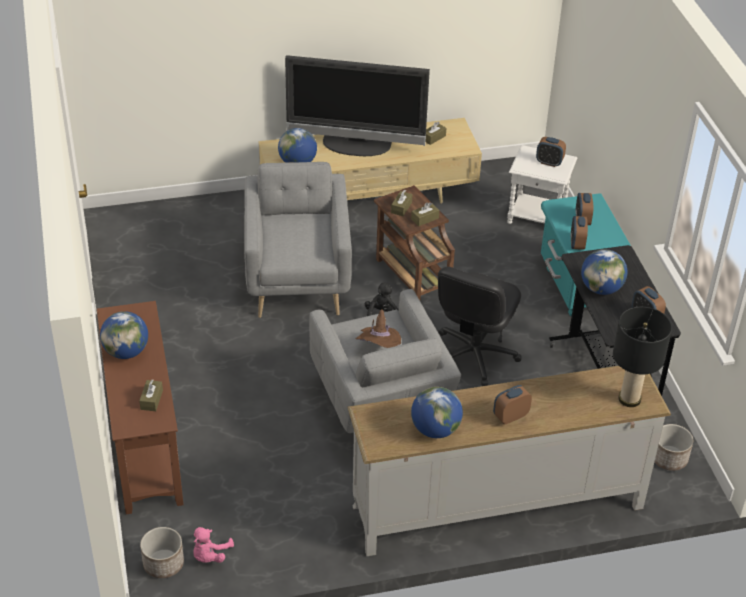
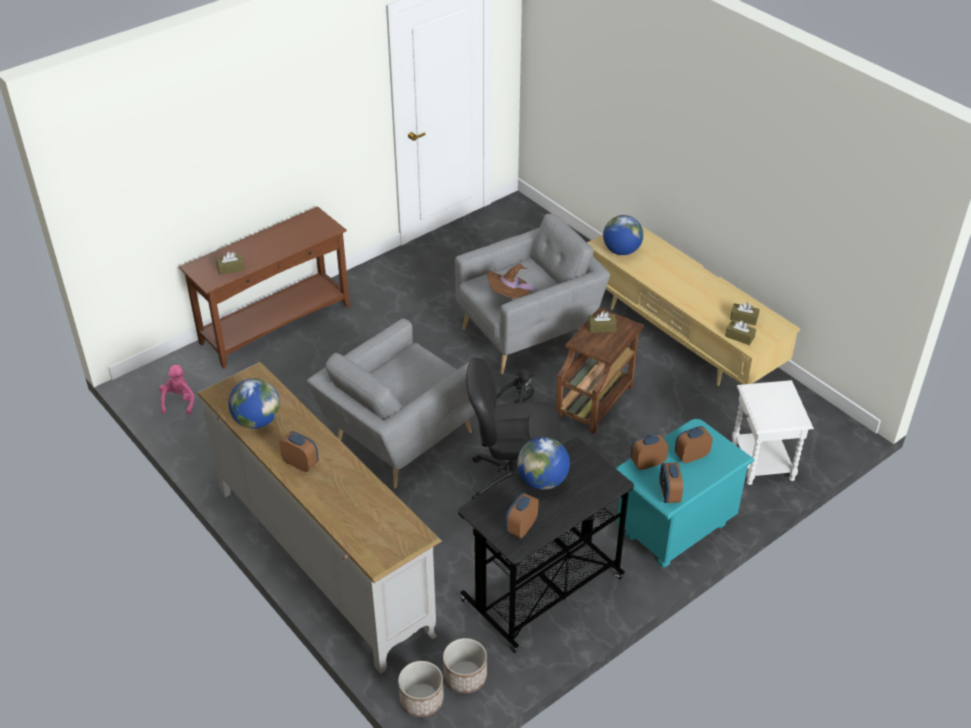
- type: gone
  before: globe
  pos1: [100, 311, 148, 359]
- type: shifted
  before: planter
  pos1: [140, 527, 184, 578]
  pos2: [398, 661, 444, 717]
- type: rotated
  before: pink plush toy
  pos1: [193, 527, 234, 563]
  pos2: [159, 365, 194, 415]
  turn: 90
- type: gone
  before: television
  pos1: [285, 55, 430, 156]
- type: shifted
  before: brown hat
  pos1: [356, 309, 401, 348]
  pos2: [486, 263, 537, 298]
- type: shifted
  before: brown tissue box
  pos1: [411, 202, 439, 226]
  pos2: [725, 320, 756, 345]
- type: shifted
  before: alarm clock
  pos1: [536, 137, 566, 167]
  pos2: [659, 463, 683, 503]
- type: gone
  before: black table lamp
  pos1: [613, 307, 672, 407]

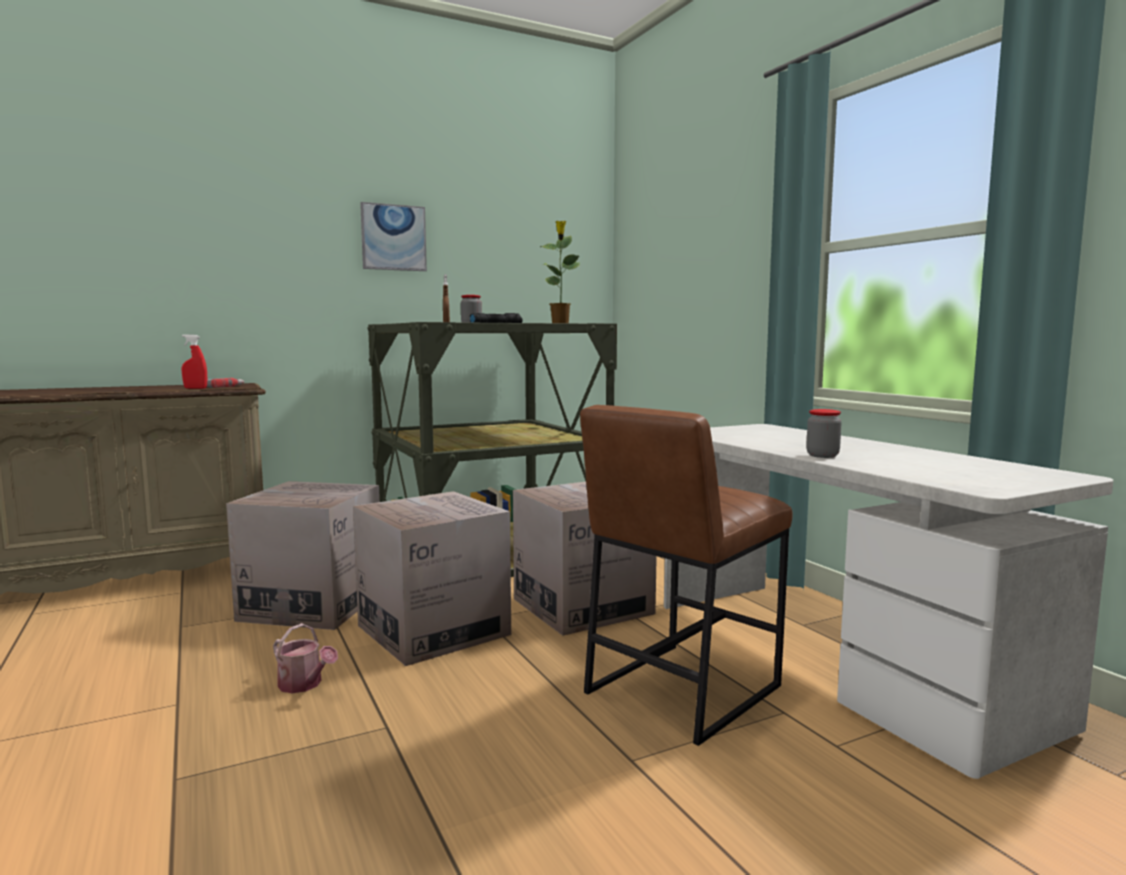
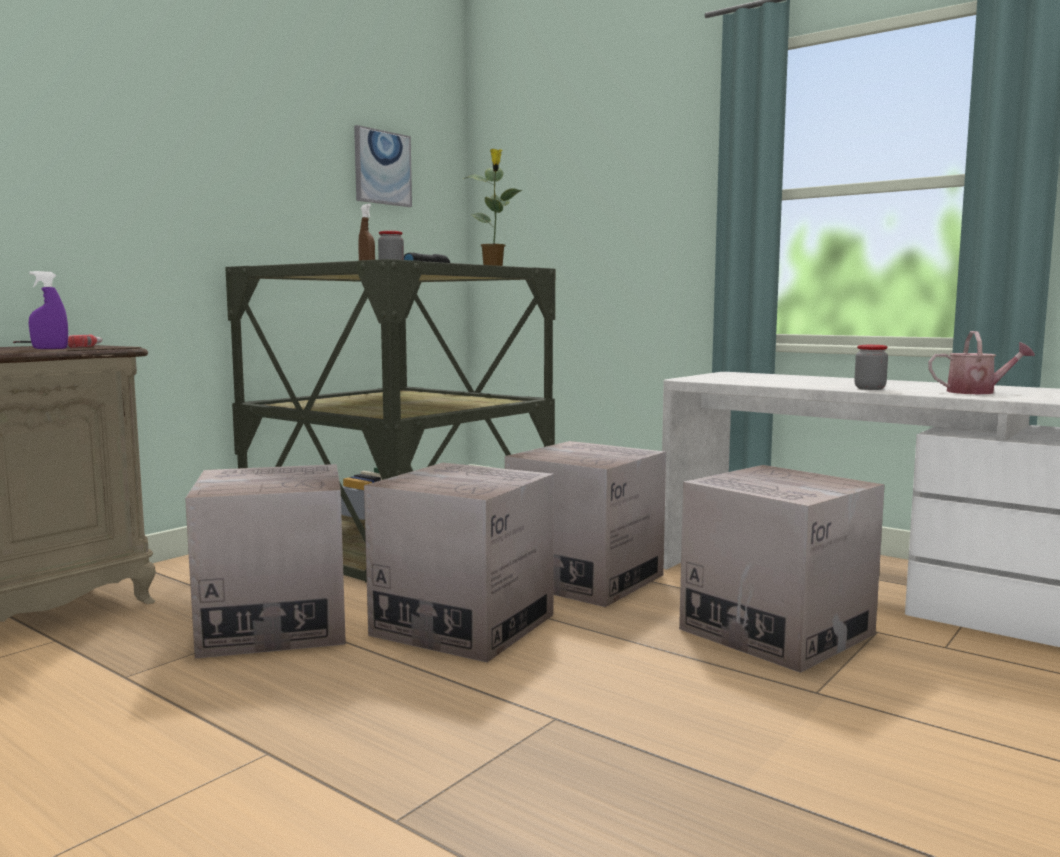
- type: repainted
  before: red spray bottle
  after: purple spray bottle
  pos1: [182, 334, 207, 389]
  pos2: [29, 271, 68, 349]
- type: shifted
  before: watering can
  pos1: [273, 623, 338, 693]
  pos2: [928, 331, 1035, 394]
- type: shifted
  before: picture
  pos1: [360, 202, 427, 271]
  pos2: [354, 125, 412, 207]
- type: swapped
  before: brown chair
  after: cardboard box
  pos1: [580, 405, 792, 746]
  pos2: [679, 465, 885, 673]

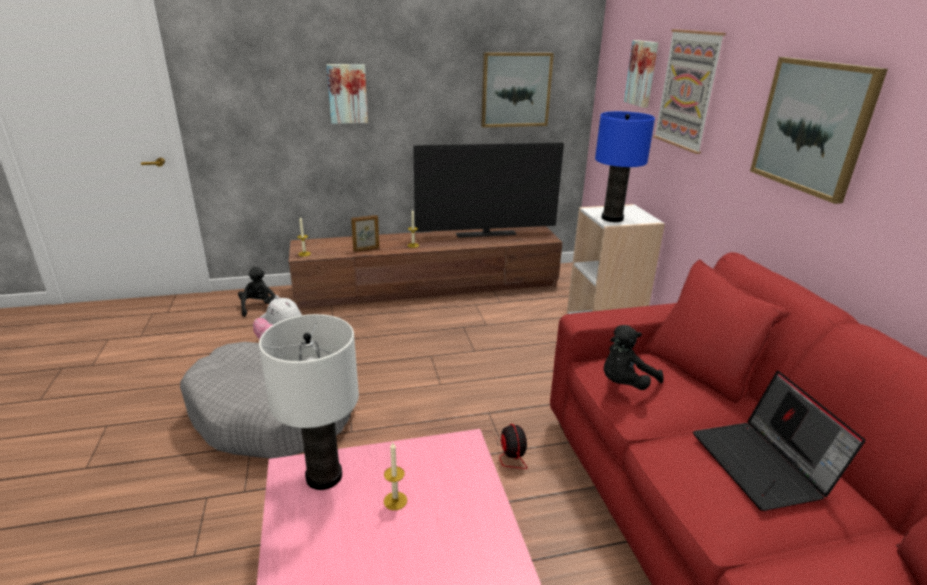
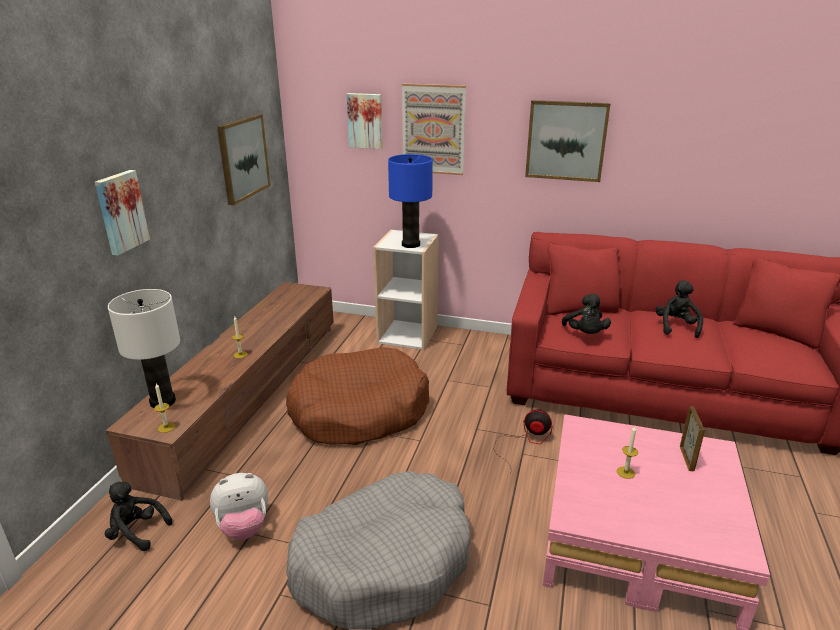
- type: shifted
  before: white table lamp
  pos1: [259, 314, 359, 490]
  pos2: [108, 289, 180, 408]
- type: shifted
  before: picture frame
  pos1: [351, 215, 379, 252]
  pos2: [680, 407, 705, 472]
- type: gone
  before: television
  pos1: [413, 142, 564, 238]
- type: swapped
  before: laptop
  after: black plush toy
  pos1: [693, 371, 866, 511]
  pos2: [656, 280, 703, 338]
- type: new
  after: brown dog bed
  pos2: [286, 347, 429, 445]

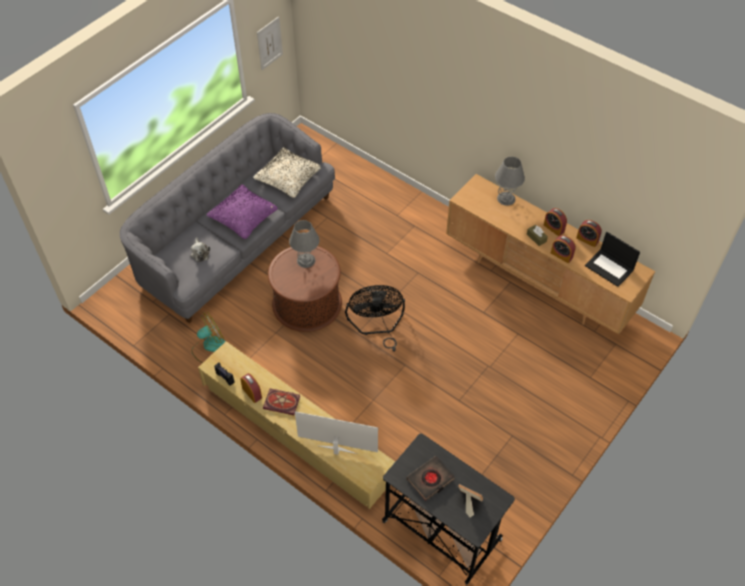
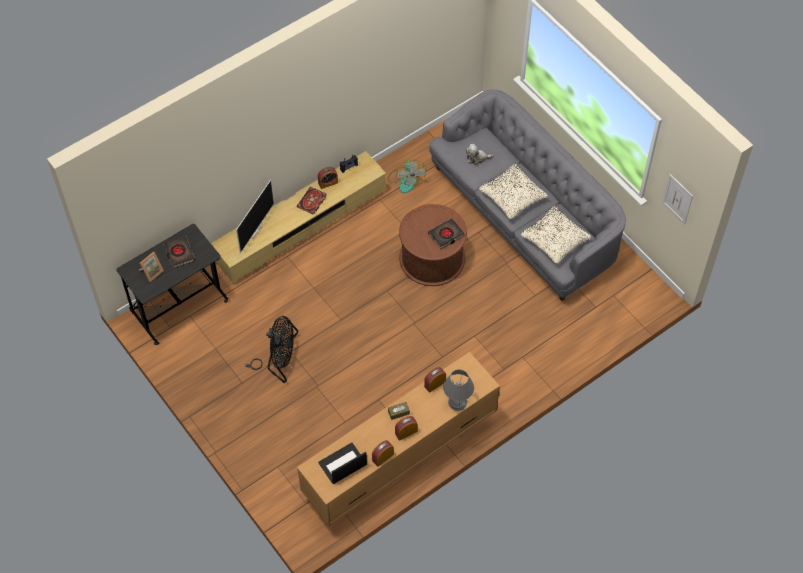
- type: repainted
  before: purple pillow
  after: beige pillow
  pos1: [207, 184, 277, 239]
  pos2: [479, 164, 548, 219]
- type: swapped
  before: grey table lamp
  after: black book
  pos1: [289, 220, 320, 268]
  pos2: [428, 218, 465, 249]
- type: shifted
  before: black fan
  pos1: [345, 285, 405, 351]
  pos2: [246, 316, 298, 383]
- type: shifted
  before: alarm clock
  pos1: [551, 235, 576, 263]
  pos2: [424, 367, 446, 393]

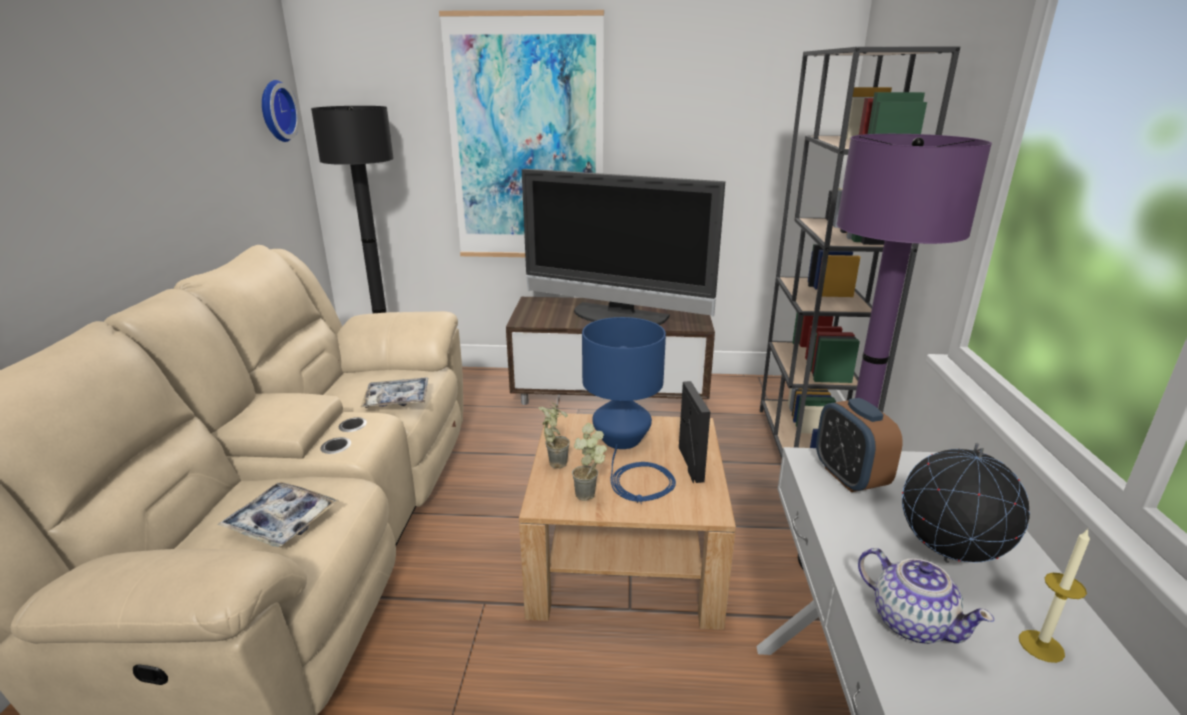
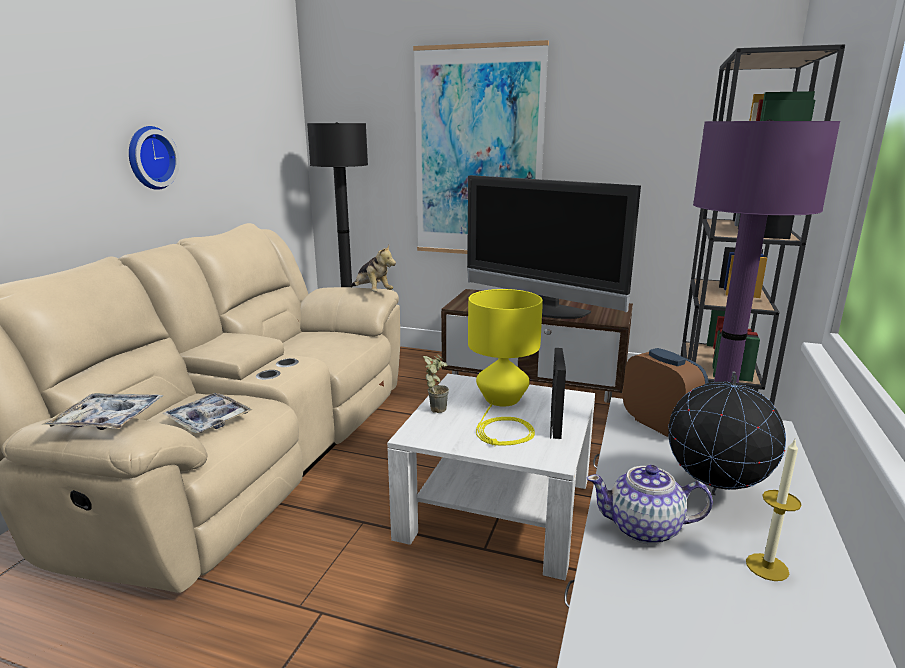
- type: shifted
  before: wall clock
  pos1: [262, 80, 300, 142]
  pos2: [129, 126, 180, 190]
- type: shifted
  before: tray
  pos1: [361, 378, 428, 408]
  pos2: [41, 393, 164, 430]
- type: repainted
  before: brown coffee table
  after: white coffee table
  pos1: [519, 413, 736, 630]
  pos2: [387, 374, 595, 580]
- type: gone
  before: potted plant
  pos1: [572, 423, 607, 501]
- type: repainted
  before: blue table lamp
  after: yellow table lamp
  pos1: [582, 317, 676, 504]
  pos2: [468, 289, 543, 446]
- type: rotated
  before: alarm clock
  pos1: [816, 398, 903, 492]
  pos2: [623, 348, 709, 437]
  turn: 150
- type: rotated
  before: teapot
  pos1: [858, 548, 995, 644]
  pos2: [587, 465, 713, 544]
  turn: 120
- type: new
  after: plush toy
  pos2: [351, 245, 396, 292]

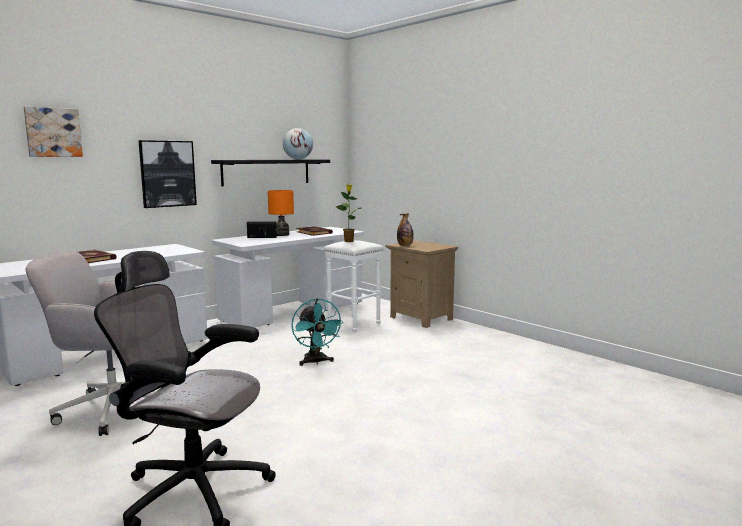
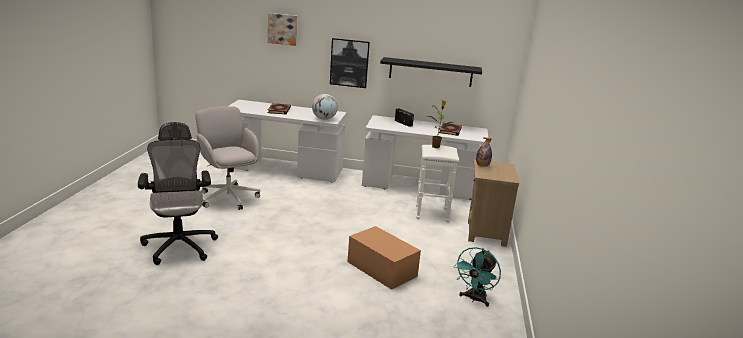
- type: gone
  before: orange table lamp
  pos1: [268, 190, 294, 236]
- type: shifted
  before: globe
  pos1: [283, 128, 313, 159]
  pos2: [312, 94, 338, 120]
- type: shifted
  before: turquoise fan
  pos1: [291, 298, 344, 366]
  pos2: [454, 247, 501, 307]
- type: new
  after: cardboard box
  pos2: [347, 226, 421, 290]

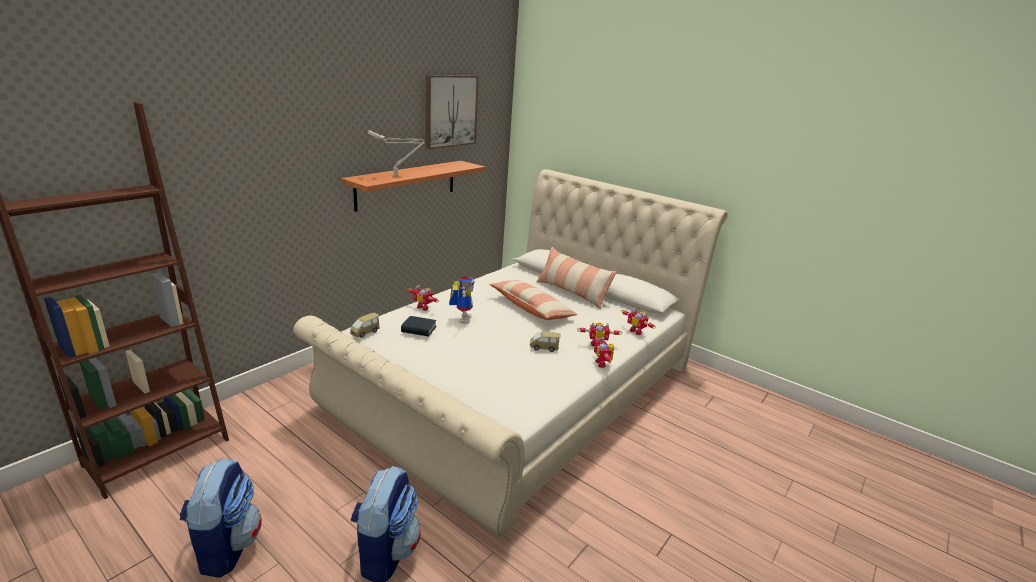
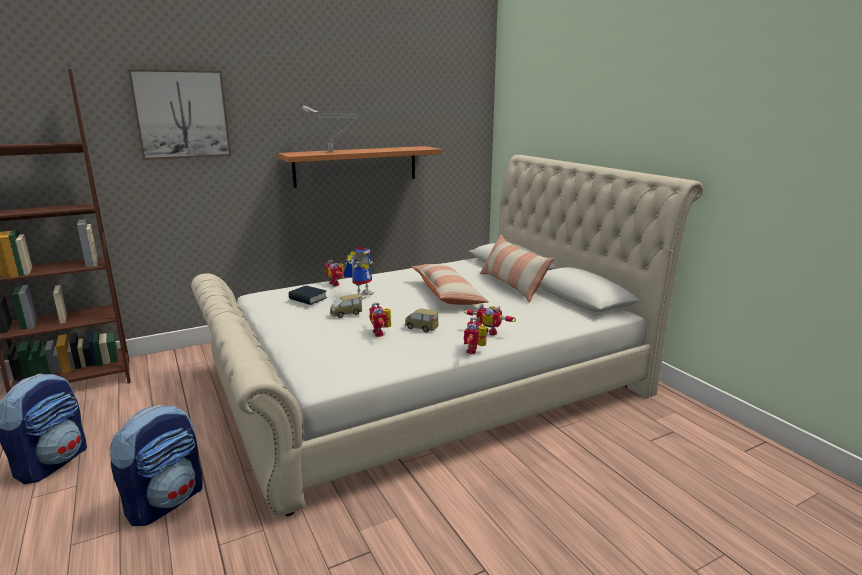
- type: shifted
  before: toy car
  pos1: [350, 313, 379, 338]
  pos2: [330, 294, 362, 318]
- type: shifted
  before: picture
  pos1: [426, 75, 479, 149]
  pos2: [128, 69, 231, 160]
- type: shifted
  before: toy robot
  pos1: [621, 308, 655, 335]
  pos2: [369, 302, 391, 337]

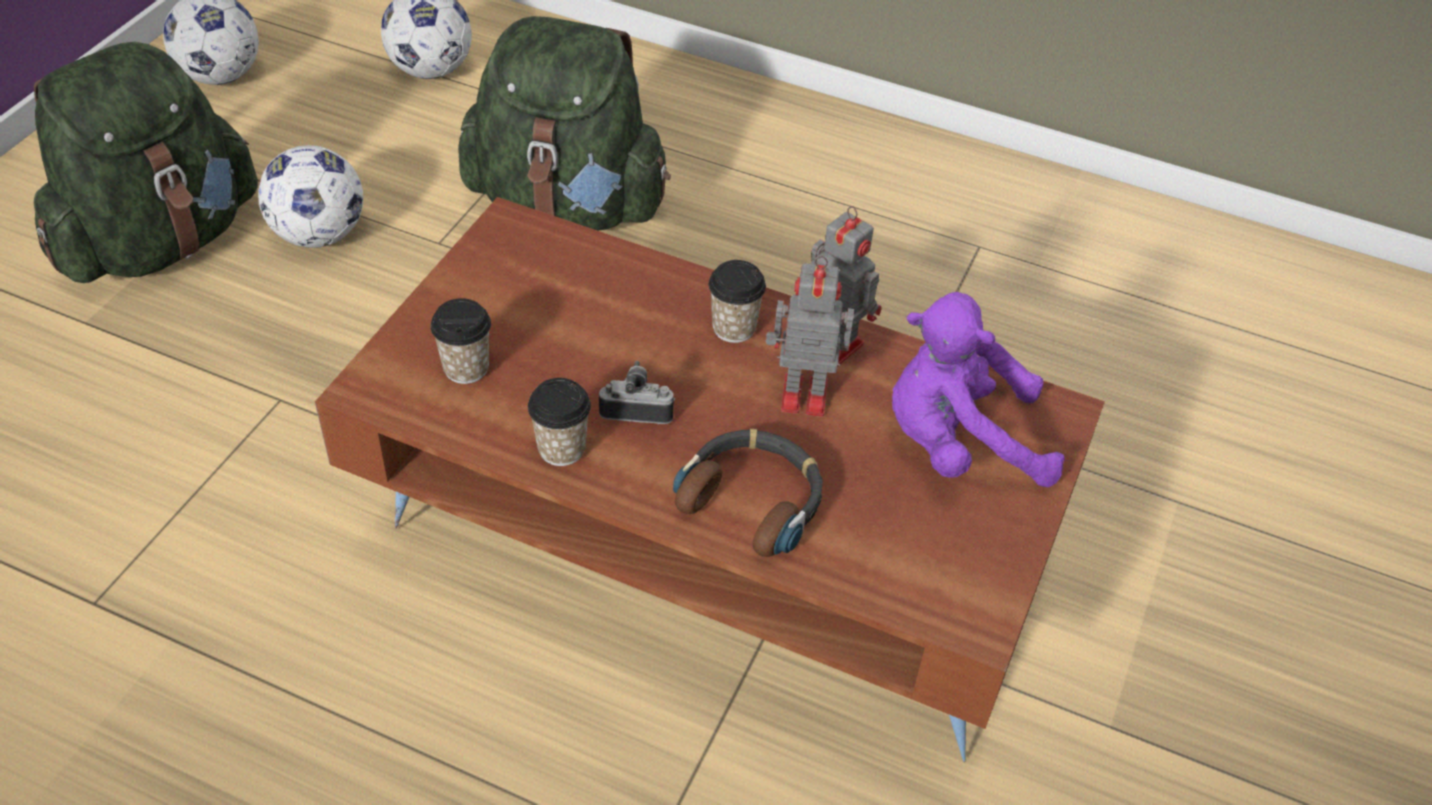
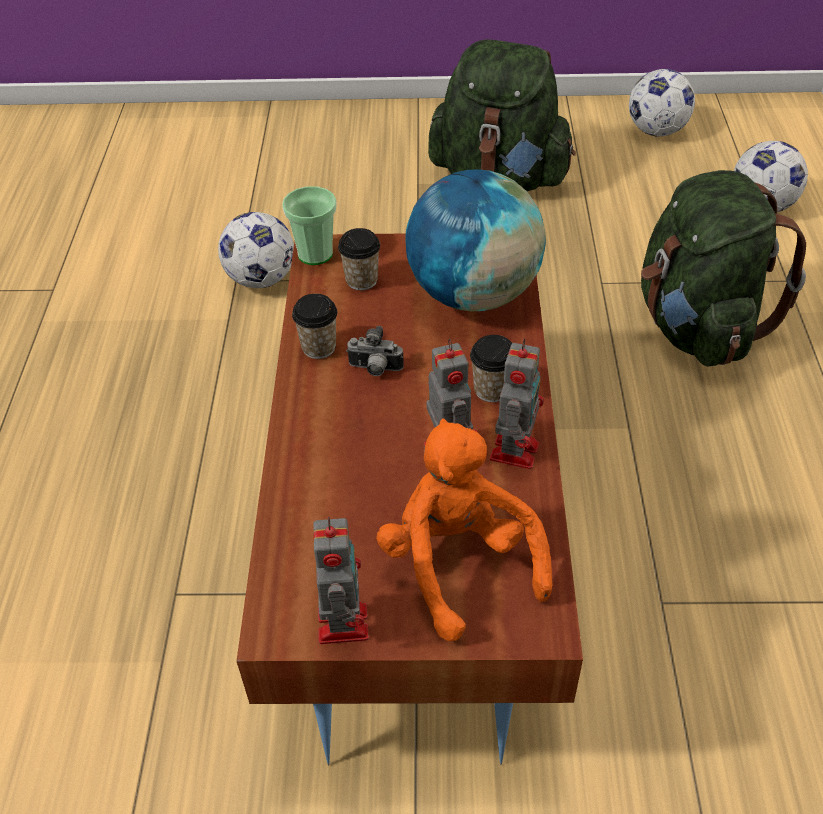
- type: shifted
  before: football
  pos1: [258, 145, 363, 248]
  pos2: [218, 212, 294, 288]
- type: rotated
  before: photo camera
  pos1: [599, 361, 675, 424]
  pos2: [346, 326, 404, 376]
  turn: 120
- type: gone
  before: headphones
  pos1: [673, 428, 823, 557]
- type: repainted
  before: purple plush toy
  after: orange plush toy
  pos1: [892, 292, 1065, 488]
  pos2: [376, 418, 552, 641]
- type: new
  after: cup
  pos2: [282, 186, 337, 265]
- type: new
  after: toy robot
  pos2: [313, 517, 369, 644]
- type: new
  after: globe
  pos2: [405, 169, 546, 312]

